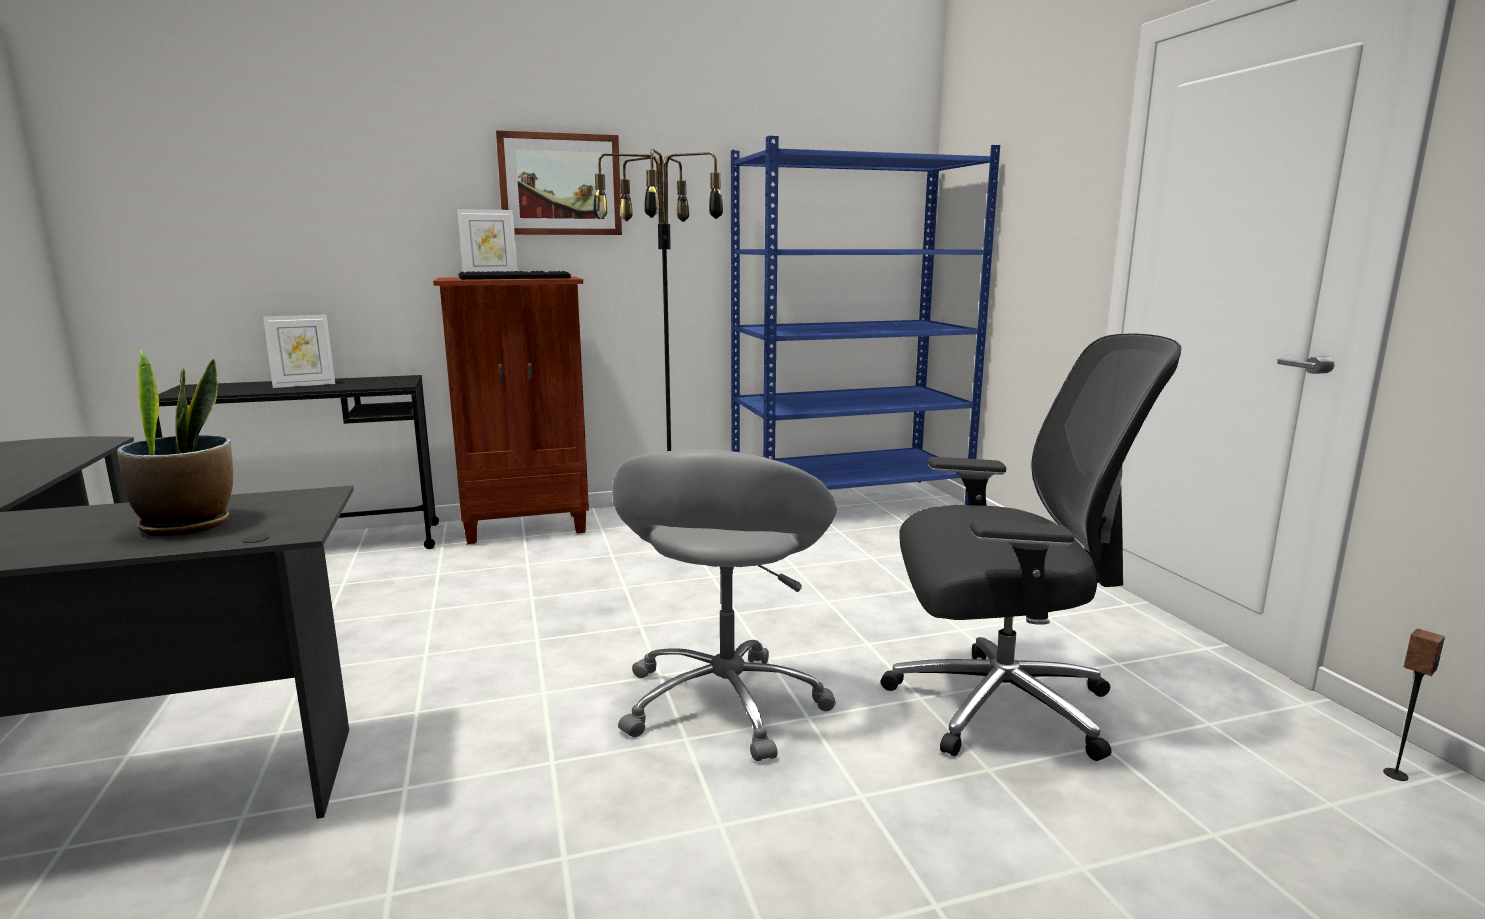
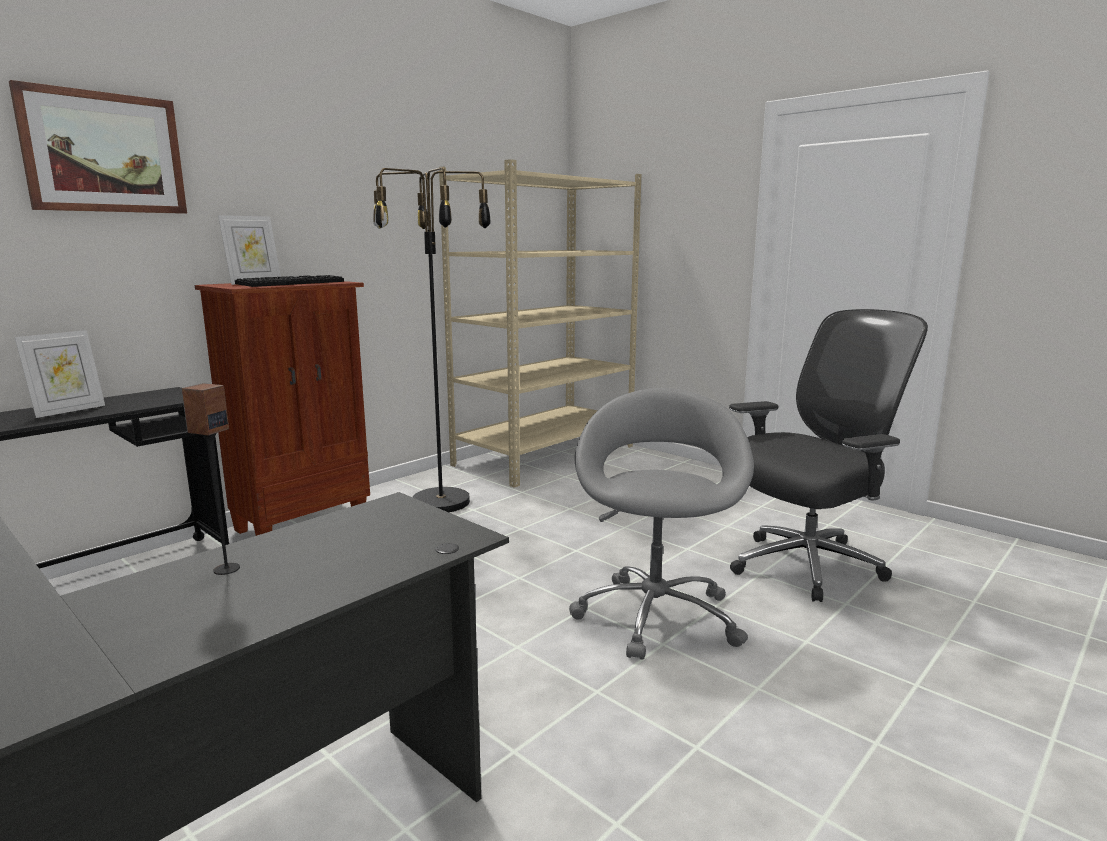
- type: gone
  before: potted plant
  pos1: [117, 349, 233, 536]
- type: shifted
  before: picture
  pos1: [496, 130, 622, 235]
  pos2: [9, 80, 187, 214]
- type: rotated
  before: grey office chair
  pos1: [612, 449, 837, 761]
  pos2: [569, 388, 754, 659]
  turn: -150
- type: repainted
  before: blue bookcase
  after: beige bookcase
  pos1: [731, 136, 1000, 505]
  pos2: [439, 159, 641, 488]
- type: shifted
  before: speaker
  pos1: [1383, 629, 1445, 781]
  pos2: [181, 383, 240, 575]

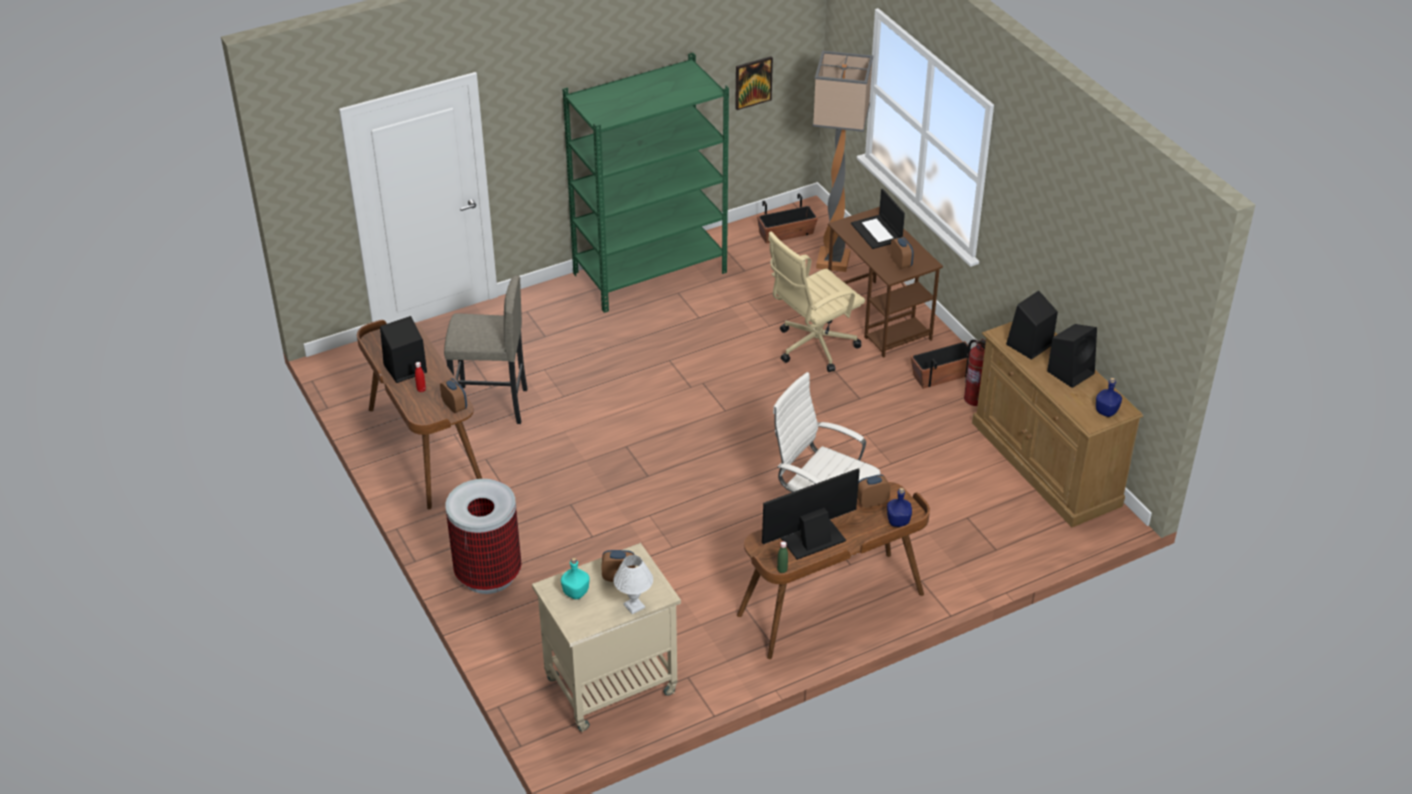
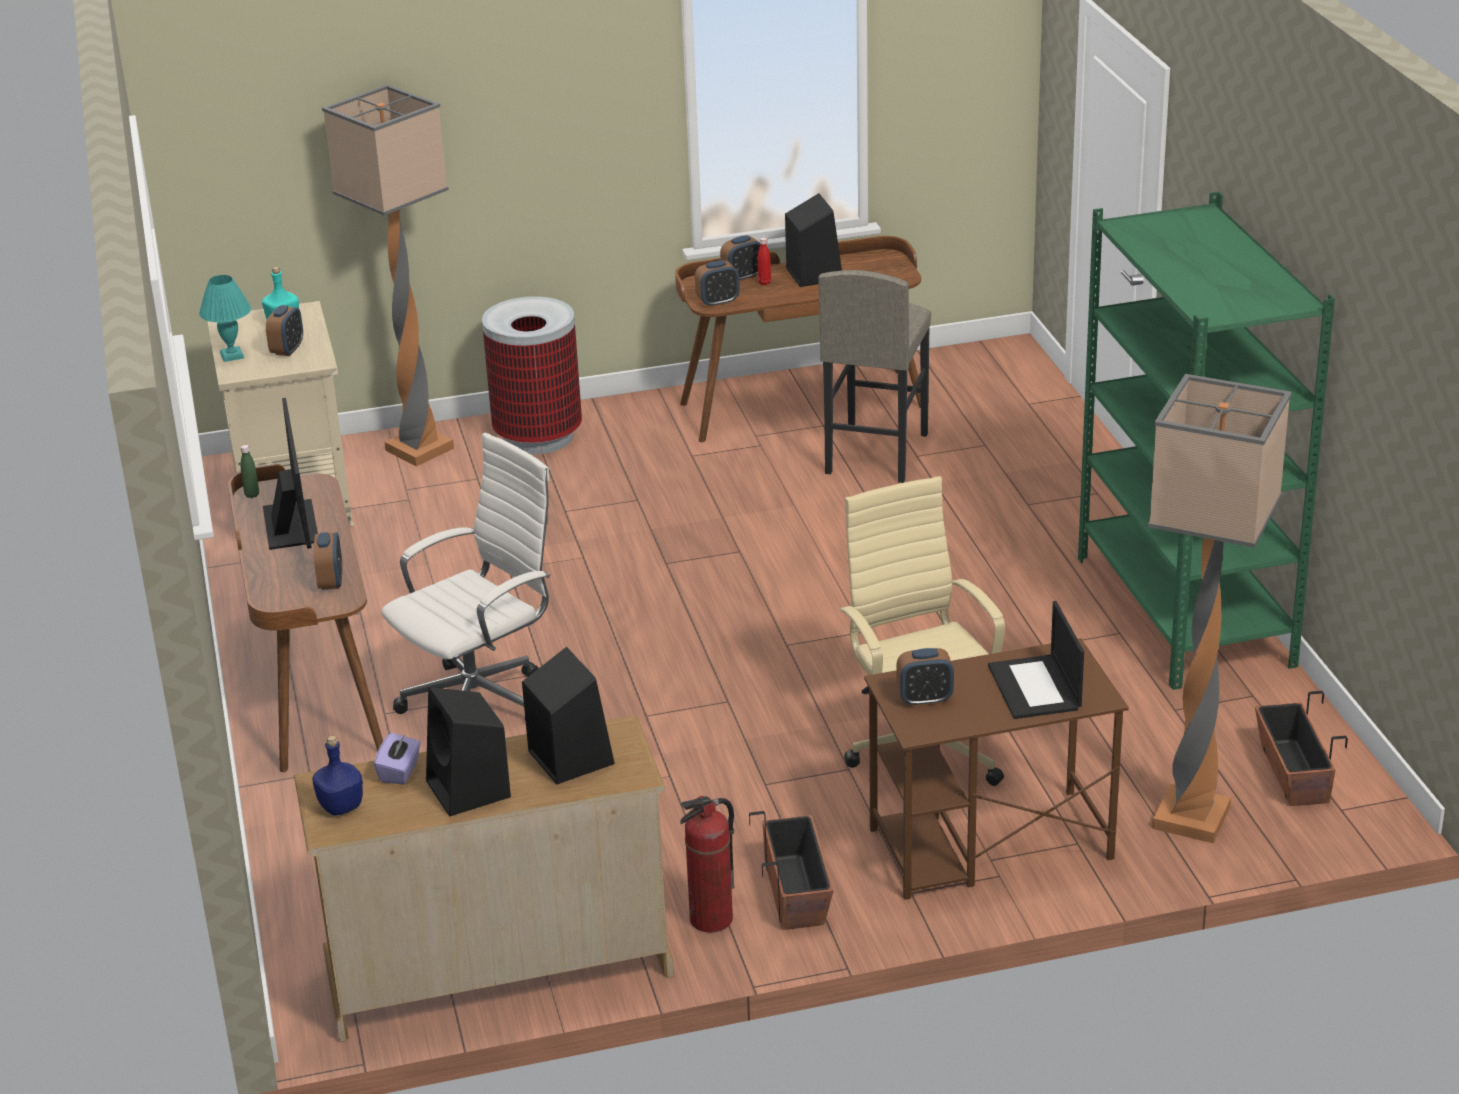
- type: repainted
  before: white table lamp
  after: turquoise table lamp
  pos1: [613, 555, 653, 614]
  pos2: [199, 275, 251, 362]
- type: gone
  before: picture
  pos1: [735, 56, 773, 110]
- type: rotated
  before: laptop
  pos1: [851, 189, 905, 249]
  pos2: [988, 601, 1084, 719]
  turn: -90
- type: gone
  before: blue bottle
  pos1: [887, 488, 912, 527]
- type: new
  after: floor lamp
  pos2: [322, 84, 454, 466]
- type: new
  after: purple tissue box
  pos2: [374, 733, 421, 784]
- type: new
  after: alarm clock
  pos2: [720, 235, 760, 282]

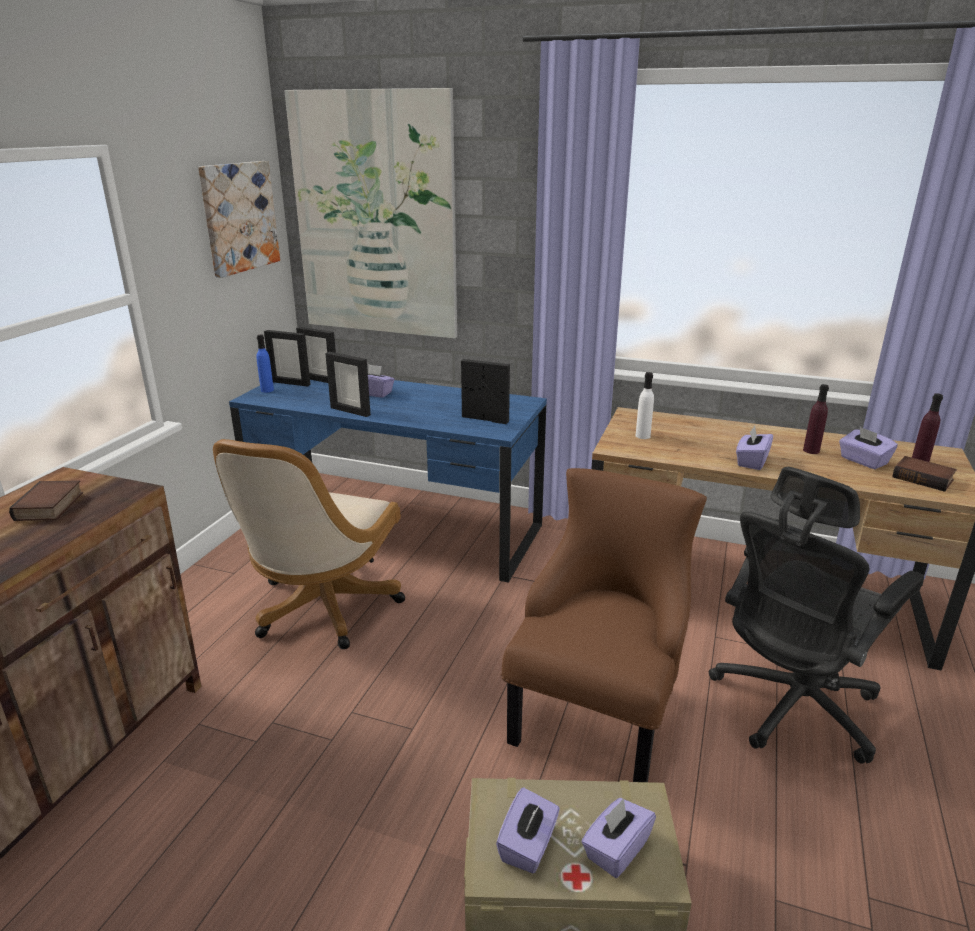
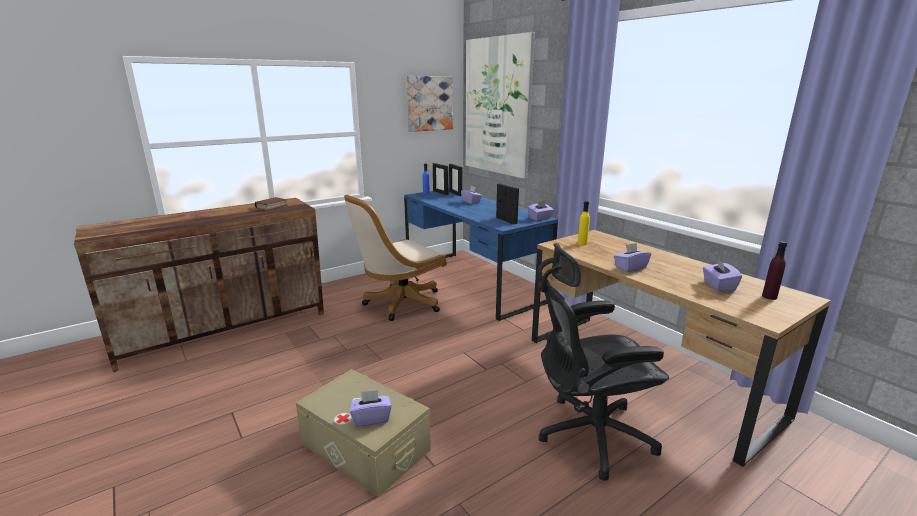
- type: gone
  before: picture frame
  pos1: [325, 352, 371, 417]
- type: shifted
  before: purple tissue box
  pos1: [496, 787, 560, 873]
  pos2: [528, 201, 554, 221]
- type: gone
  before: brown chair
  pos1: [501, 468, 707, 782]
- type: repainted
  before: white bottle
  after: yellow bottle
  pos1: [636, 372, 654, 439]
  pos2: [578, 201, 590, 245]
- type: gone
  before: purple bottle
  pos1: [803, 384, 829, 454]
- type: gone
  before: book
  pos1: [893, 456, 957, 492]

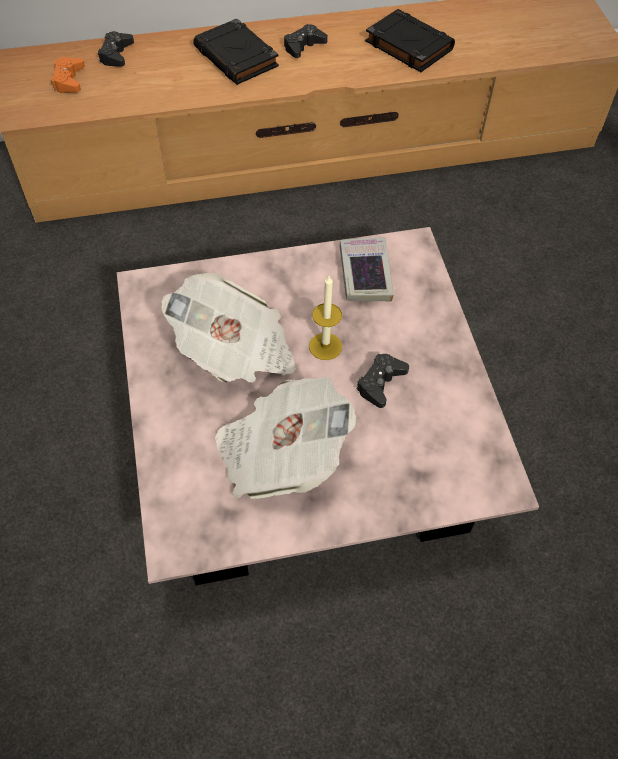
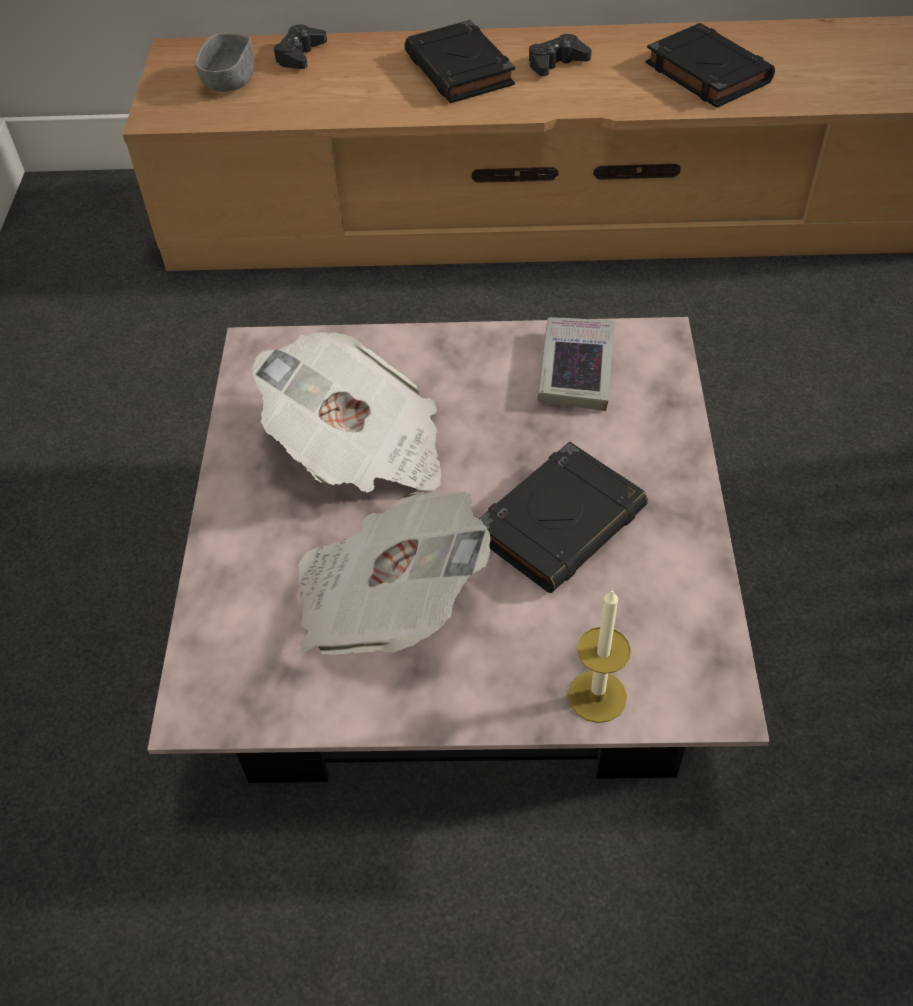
- type: swapped
  before: orange game controller
  after: grey bowl
  pos1: [51, 57, 85, 93]
  pos2: [195, 33, 254, 92]
- type: shifted
  before: candle
  pos1: [309, 276, 342, 360]
  pos2: [568, 589, 631, 723]
- type: swapped
  before: black game controller
  after: black book
  pos1: [356, 354, 409, 408]
  pos2: [479, 442, 648, 593]

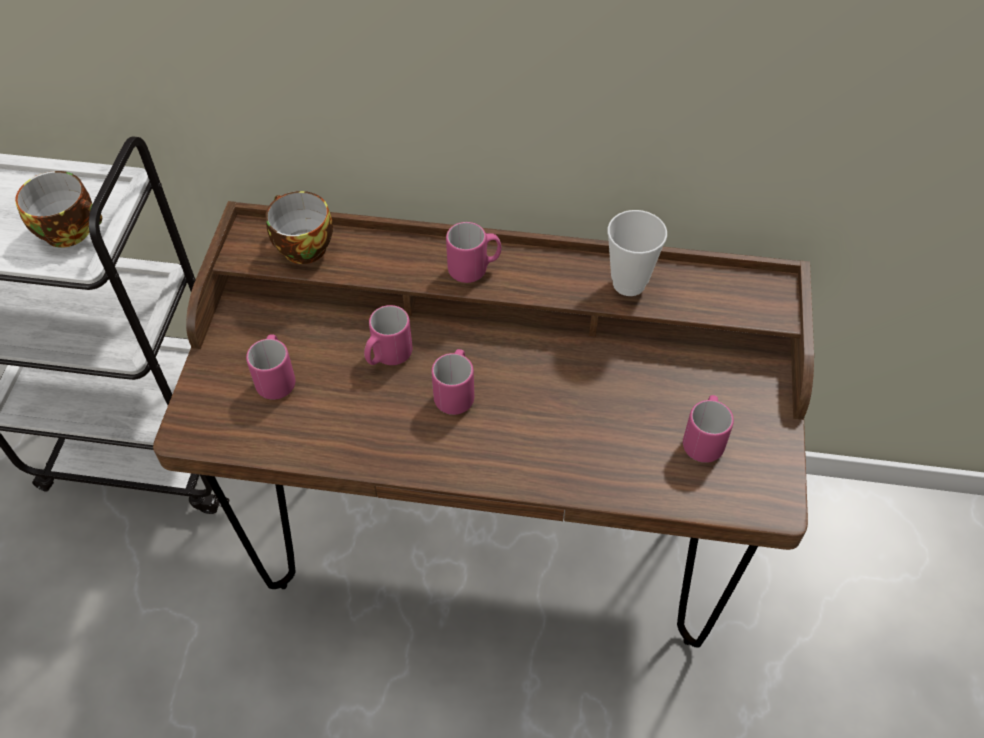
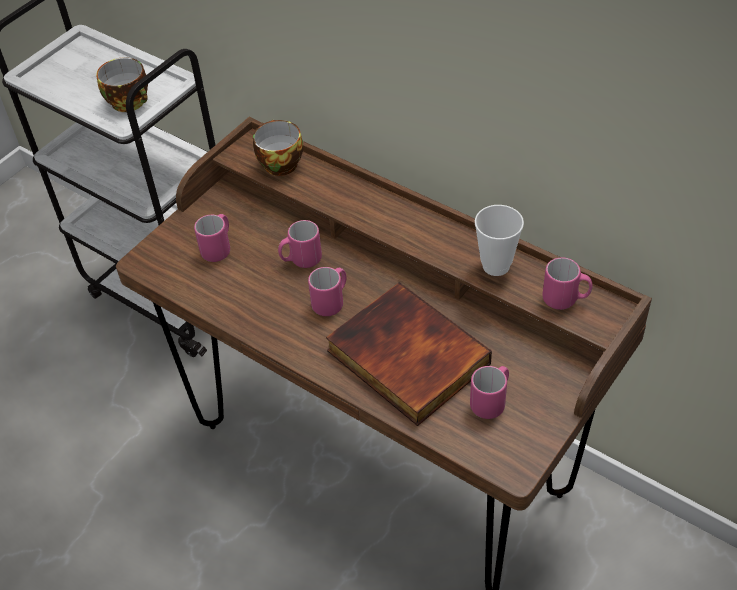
- type: shifted
  before: pink mug
  pos1: [446, 222, 502, 283]
  pos2: [542, 257, 593, 310]
- type: new
  after: book
  pos2: [326, 282, 492, 426]

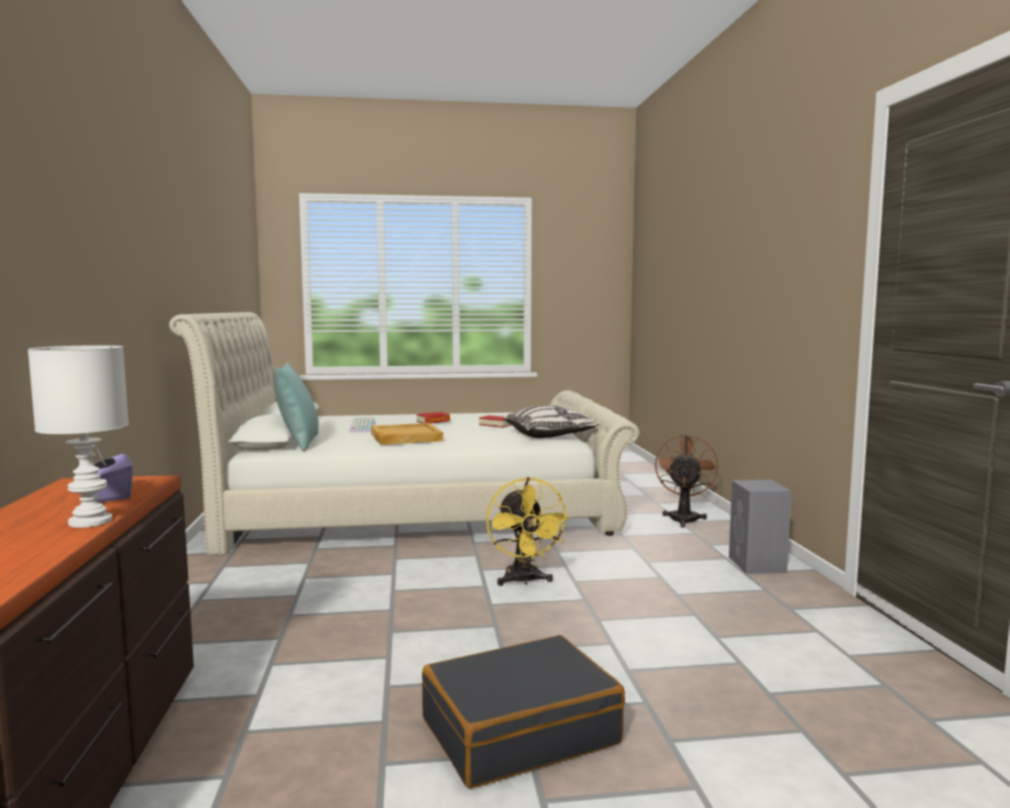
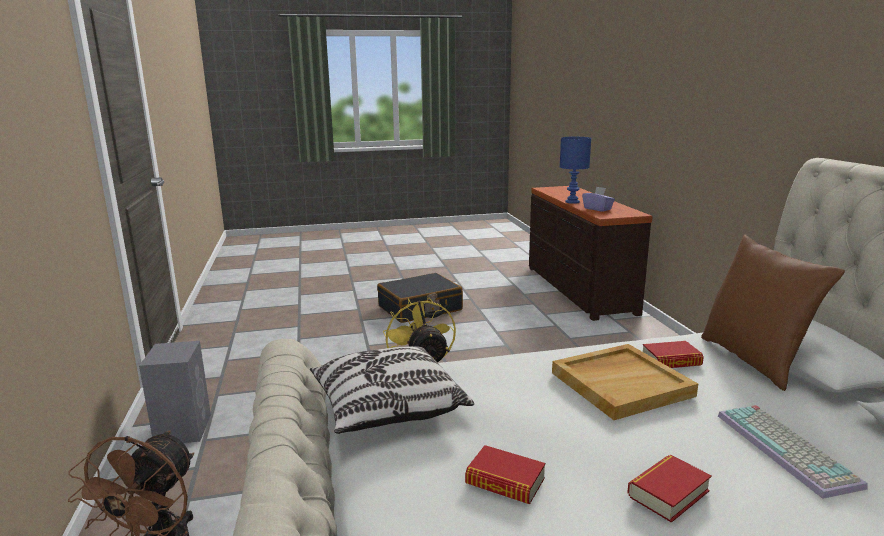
- type: repainted
  before: white table lamp
  after: blue table lamp
  pos1: [28, 345, 129, 528]
  pos2: [560, 137, 591, 204]
- type: repainted
  before: turquoise pillow
  after: brown pillow
  pos1: [274, 363, 319, 451]
  pos2: [701, 235, 845, 391]
- type: new
  after: book
  pos2: [643, 341, 704, 368]

